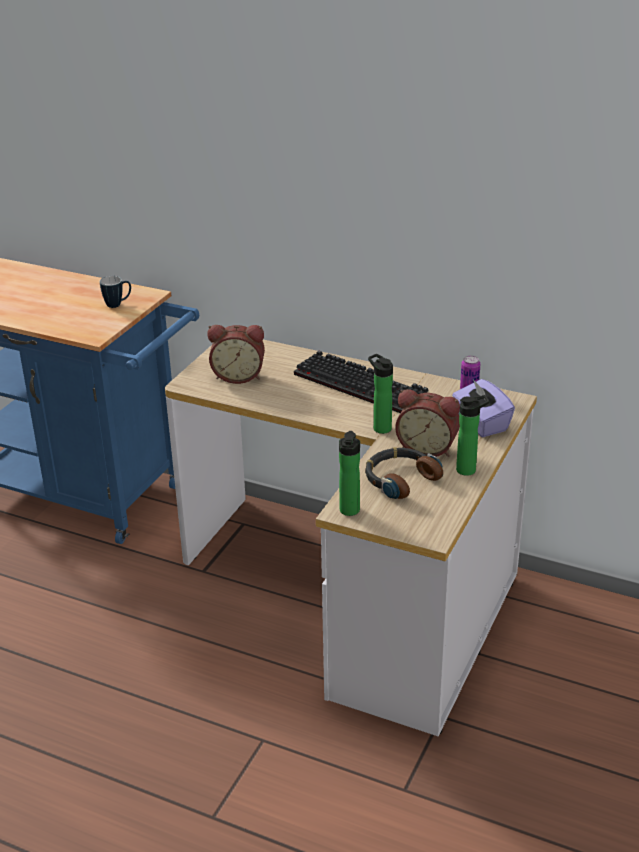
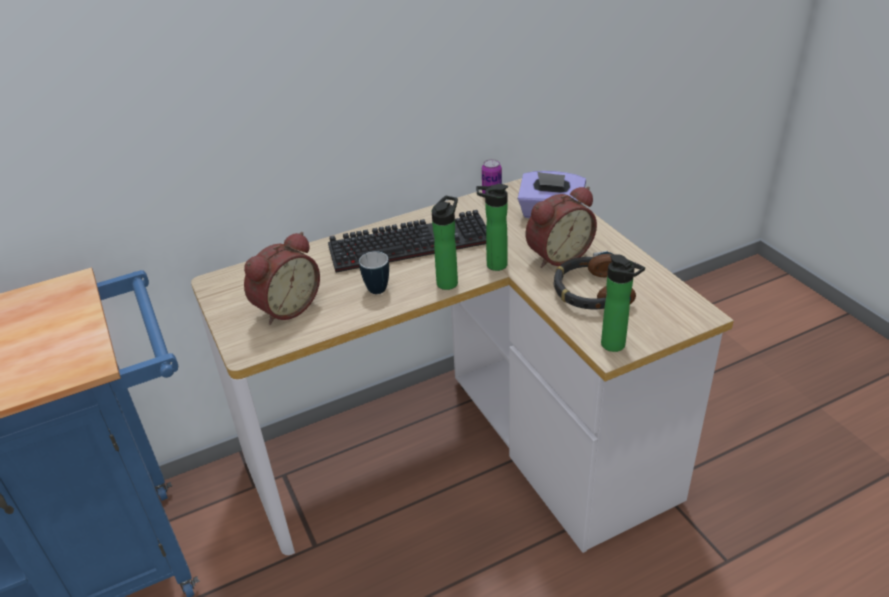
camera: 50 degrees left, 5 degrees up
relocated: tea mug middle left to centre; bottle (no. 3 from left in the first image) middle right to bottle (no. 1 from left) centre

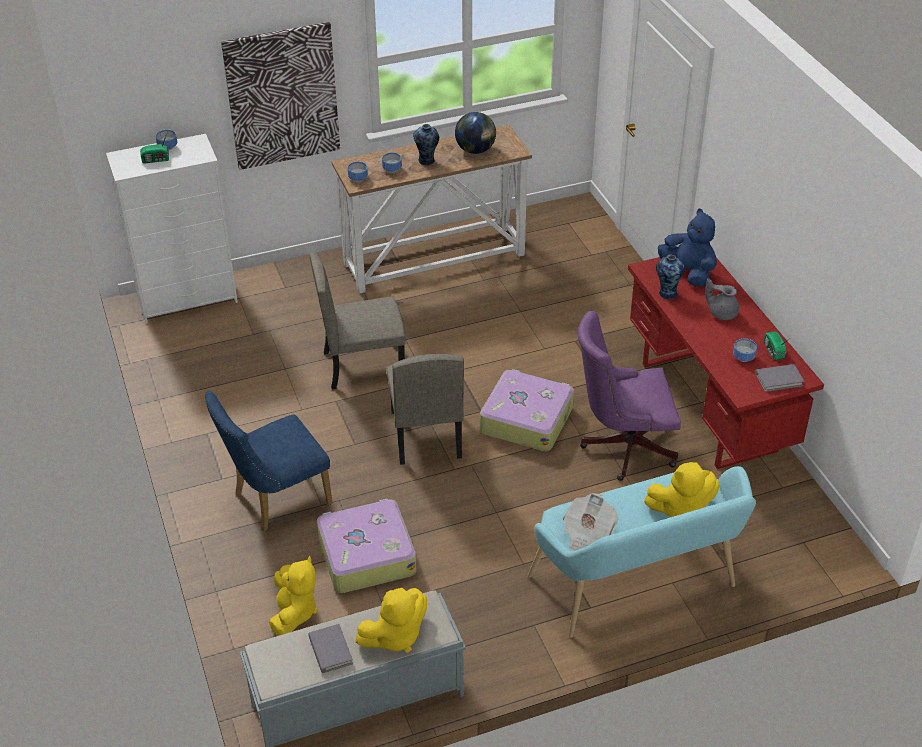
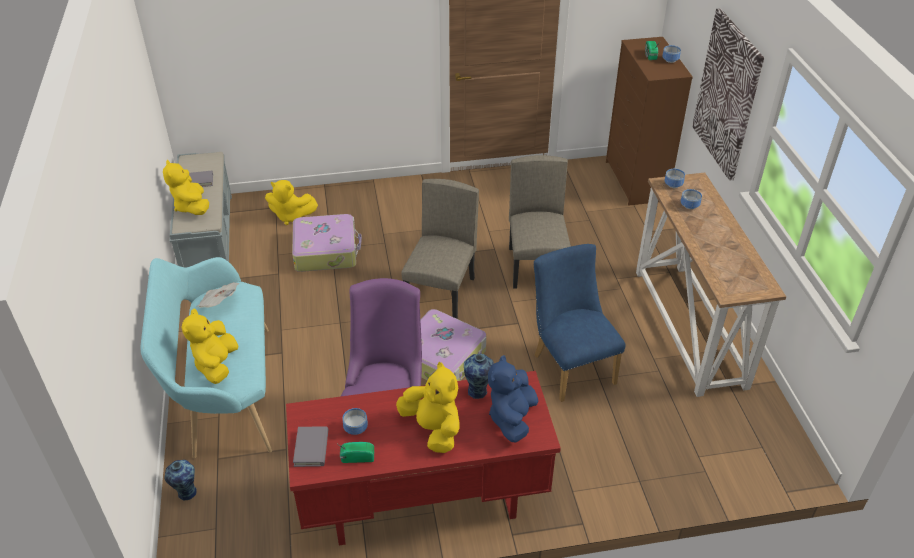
camera: 100 degrees right, 0 degrees up
missing: desk globe top centre
relocated: chair (blue-coloured) middle left to centre; vase (no. 1 from left) top centre to bottom left
exchanged: tea pot (greyish) middle right to soft toy (yellowish) (no. 4 from left) bottom centre
colour: chest of drawers (white) top left to chest of drawers (brown-coloured) top right
spun: chair (beige-coloured) (no. 2 from left in the first image) centre = centre 105 degrees clockwise; soft toy (blue-coloured) top right = bottom centre 135 degrees clockwise

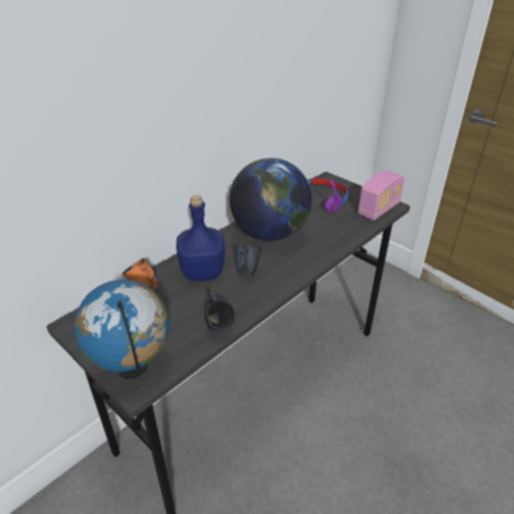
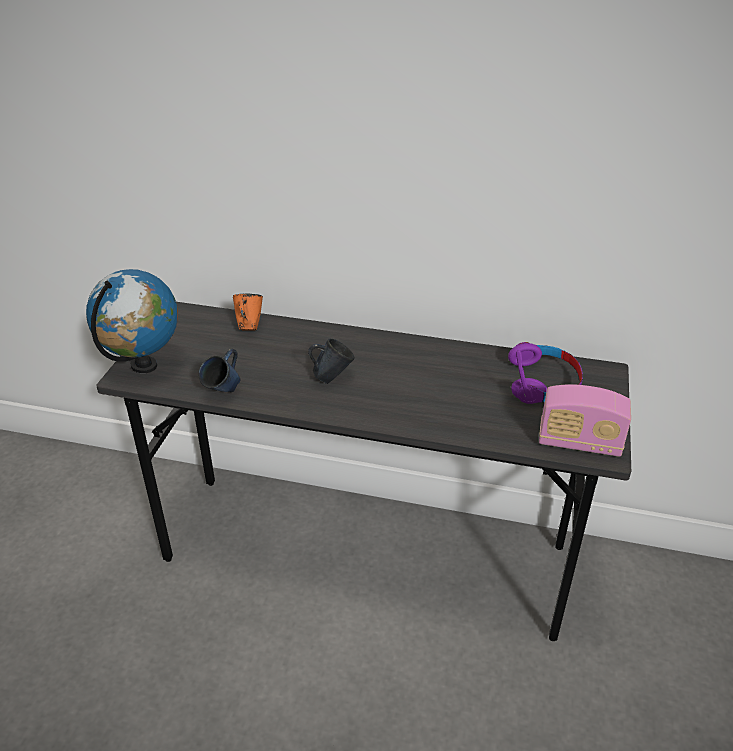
camera: 60 degrees right, 0 degrees up
missing: bottle (blue-coloured) centre; desk globe (no. 2 from left) centre

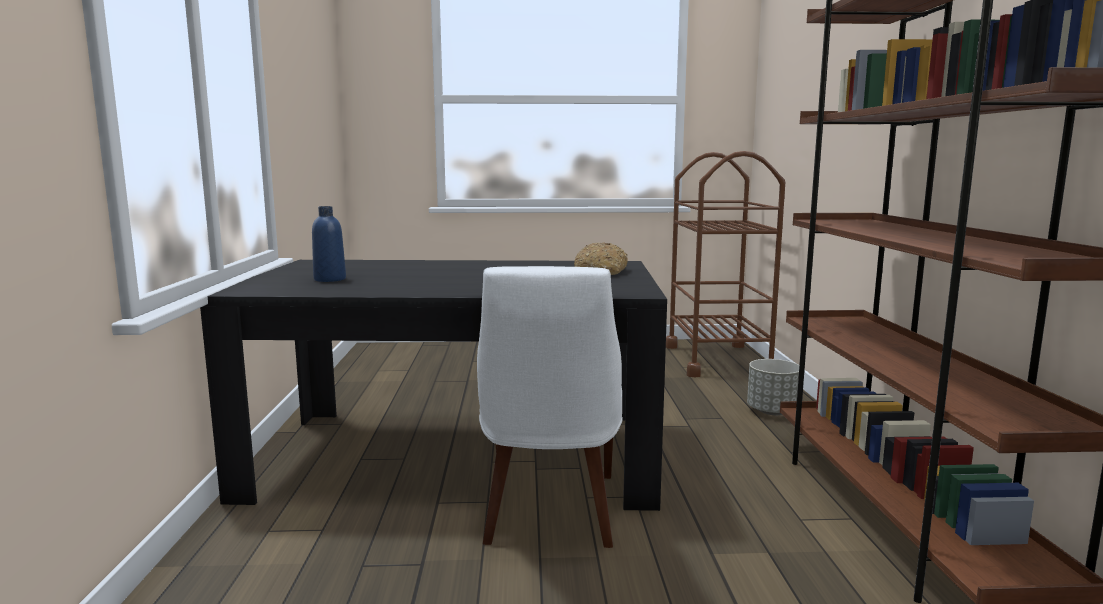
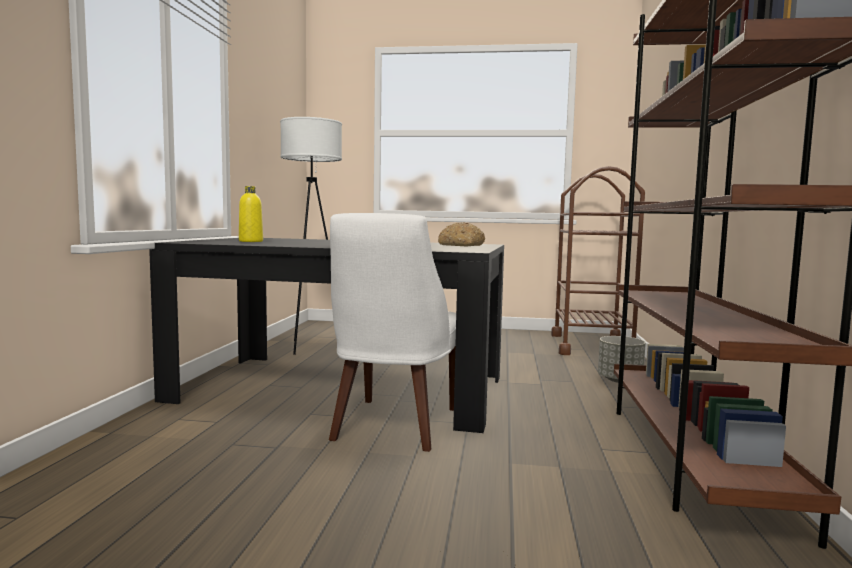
camera: 10 degrees right, 5 degrees down
appeared: standing lamp (white) centre
colour: bottle (blue-coloured) middle left to bottle (yellowish) middle left

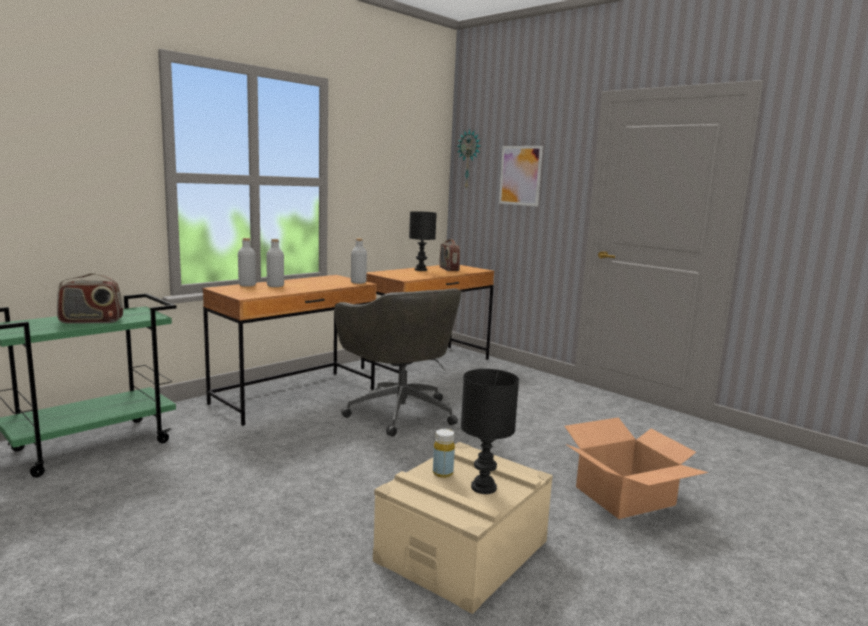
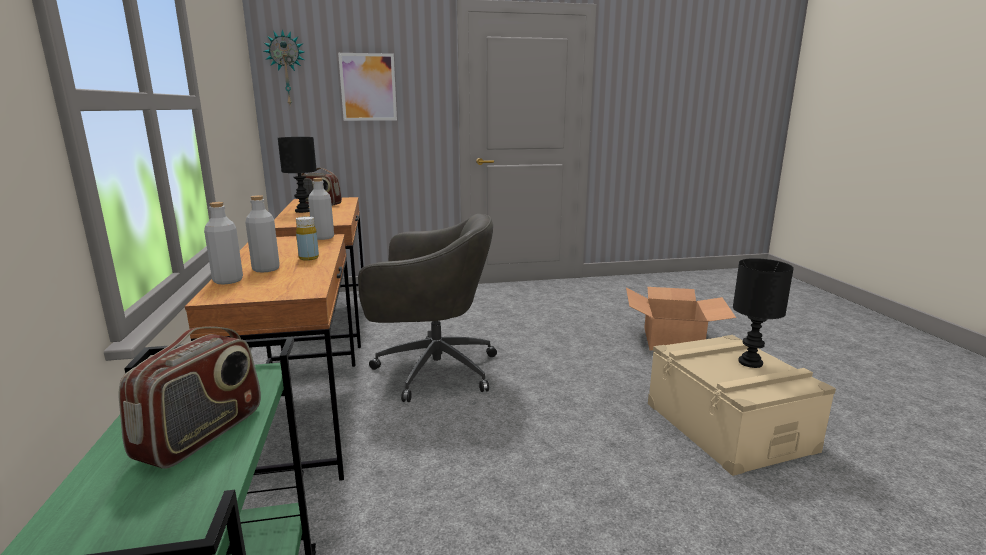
camera: 55 degrees left, 5 degrees up
relocated: bottle (yellowish) bottom centre to middle left

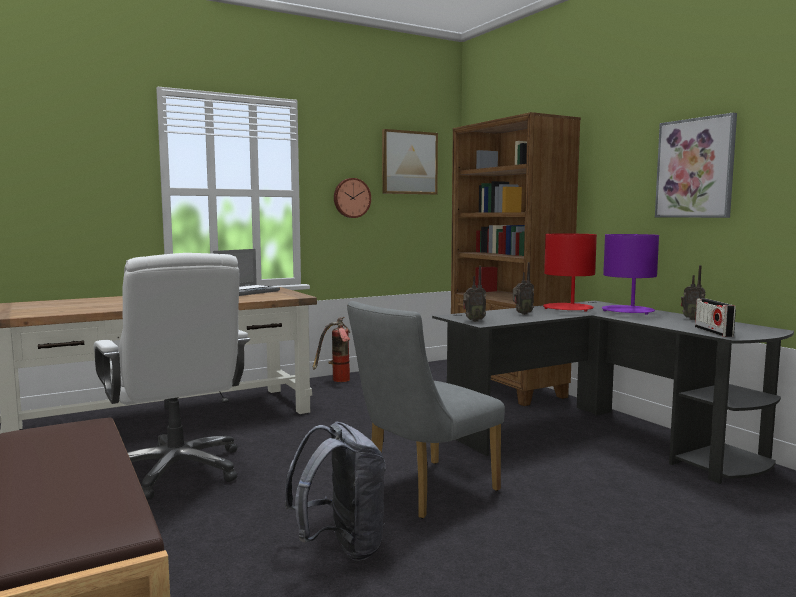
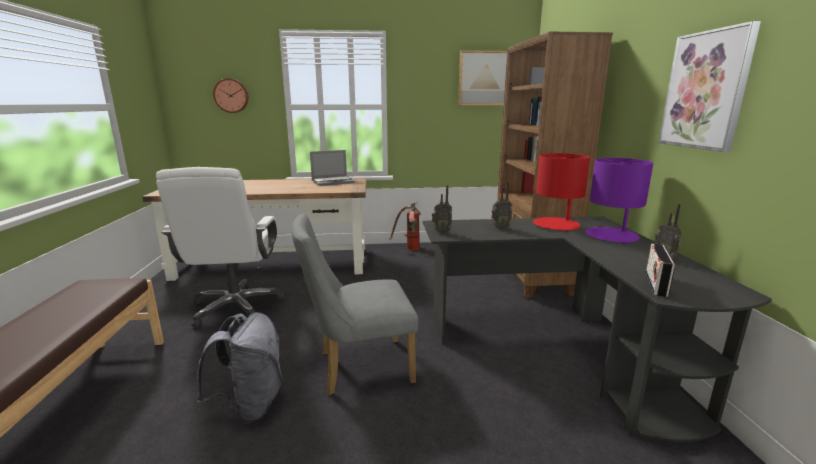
camera: 25 degrees right, 10 degrees up
relocated: clock on the wall top centre to top left

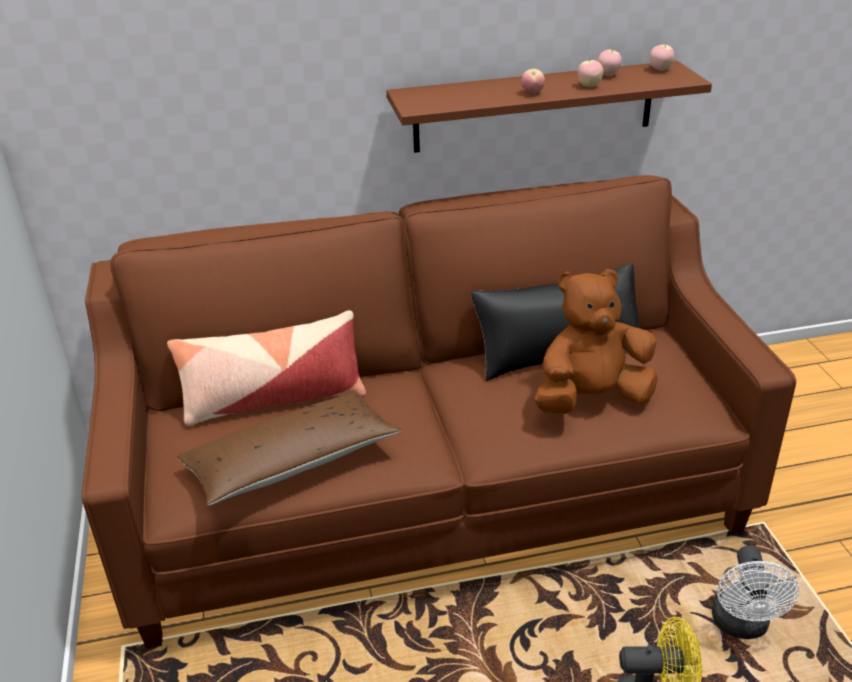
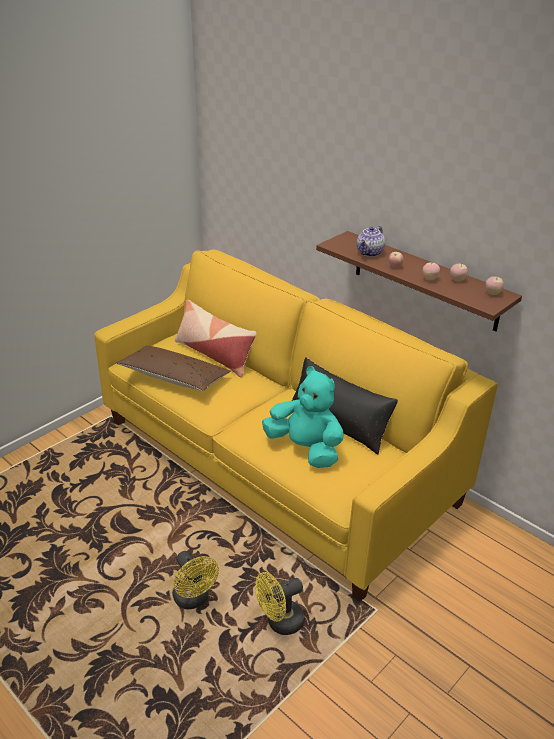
camera: 55 degrees right, 0 degrees up
appeared: tea pot top right
colour: couch (brown-coloured) centre to couch (yellowish) centre; soft toy (brown-coloured) middle right to soft toy (blue-green) centre; electric fan (white) bottom right to electric fan (yellowish) (no. 2 from left) bottom centre

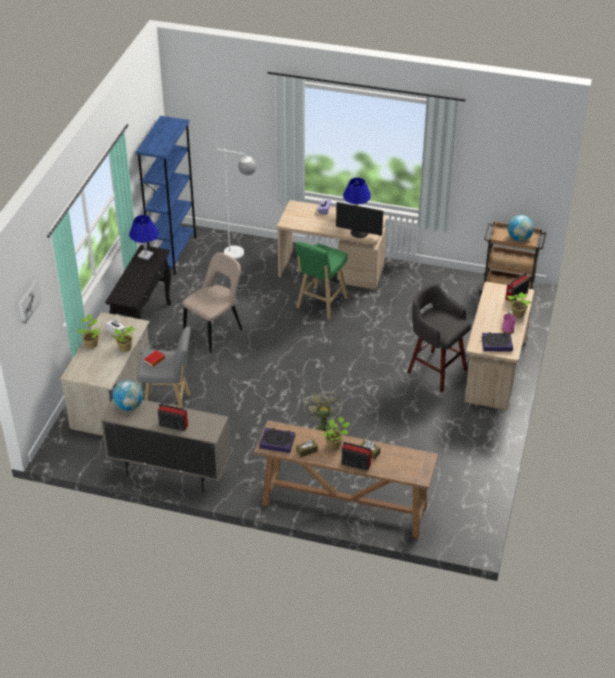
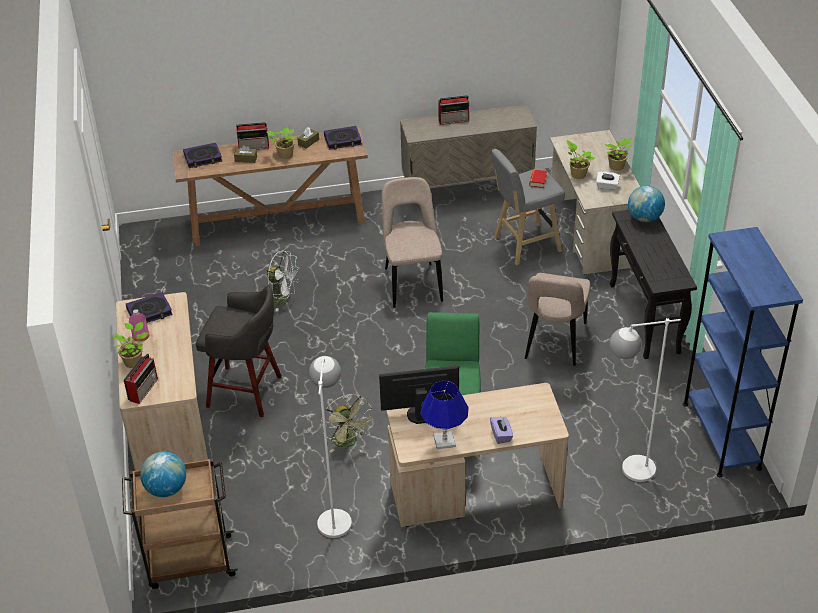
camera: 155 degrees right, 0 degrees up
missing: wall picture middle left; lamp for a table (blue-coloured) (no. 1 from left) middle left
appeared: volume (no. 2 from left) top left; electric fan (white) centre; standing lamp (white) (no. 1 from left) bottom centre; chair (beige-coloured) (no. 1 from left) centre
relocated: desk globe (no. 1 from left in the first image) middle left to desk globe (no. 2 from left) top right; electric fan (green-coloured) centre to bottom centre

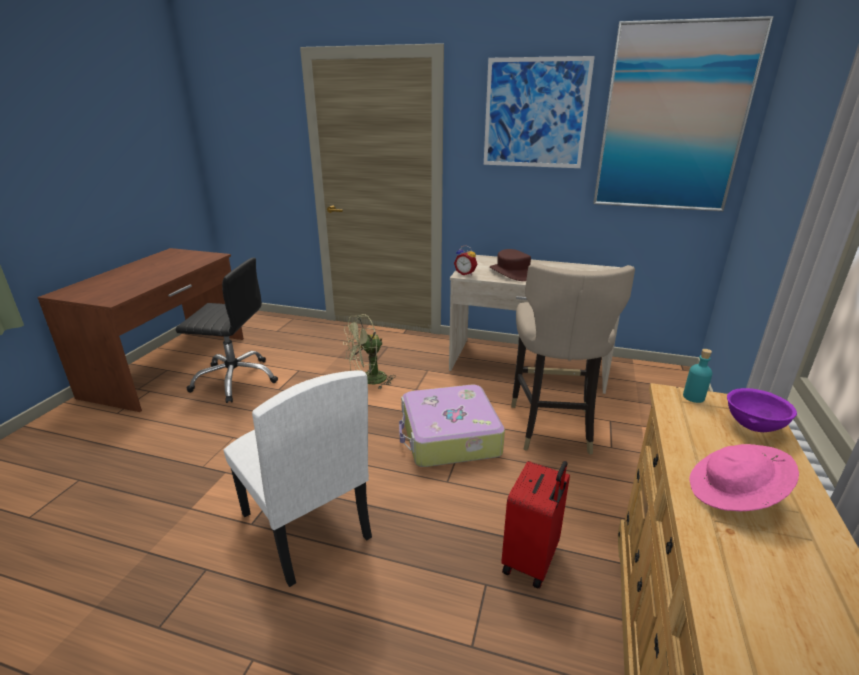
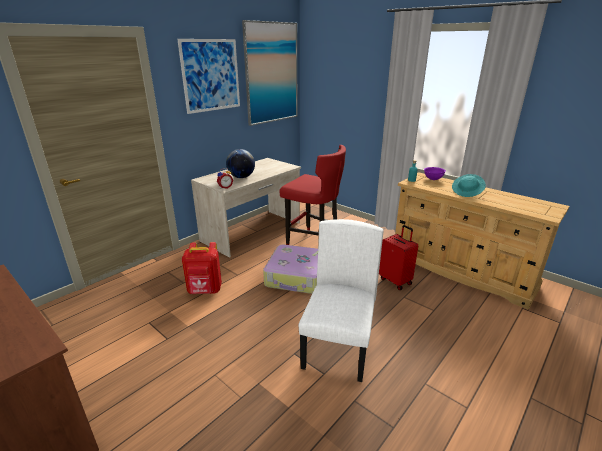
camera: 65 degrees left, 0 degrees up
missing: computer chair (black) middle left
exchanged: electric fan (green-coloured) centre to backpack (reddish) centre; wearable hat (brown-coloured) centre to desk globe centre
colour: stool seat (beige-coloured) middle right to stool seat (reddish) centre; wearable hat (pink) bottom right to wearable hat (blue-green) middle right
spun: chair (white) bottom centre = centre 60 degrees counterclockwise

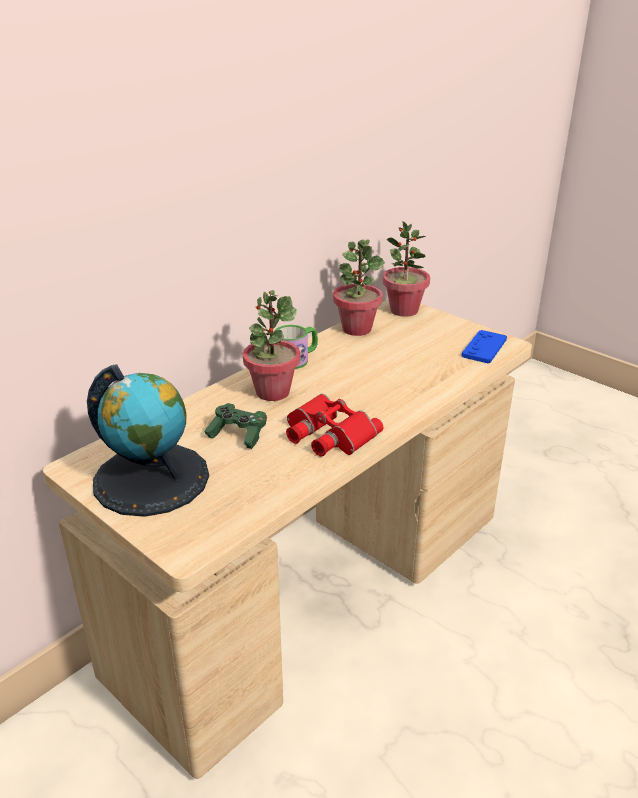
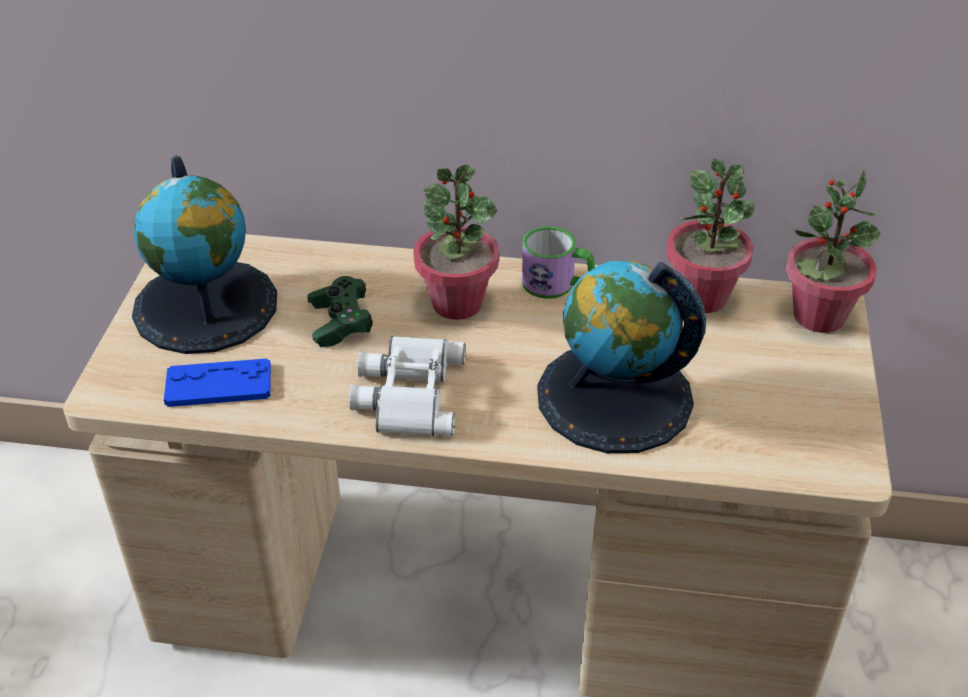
camera: 55 degrees right, 10 degrees up
appeared: desk globe (no. 2 from left) centre
relocated: gamepad (blue-coloured) middle right to middle left
colour: field glasses (reddish) centre to field glasses (white) centre

